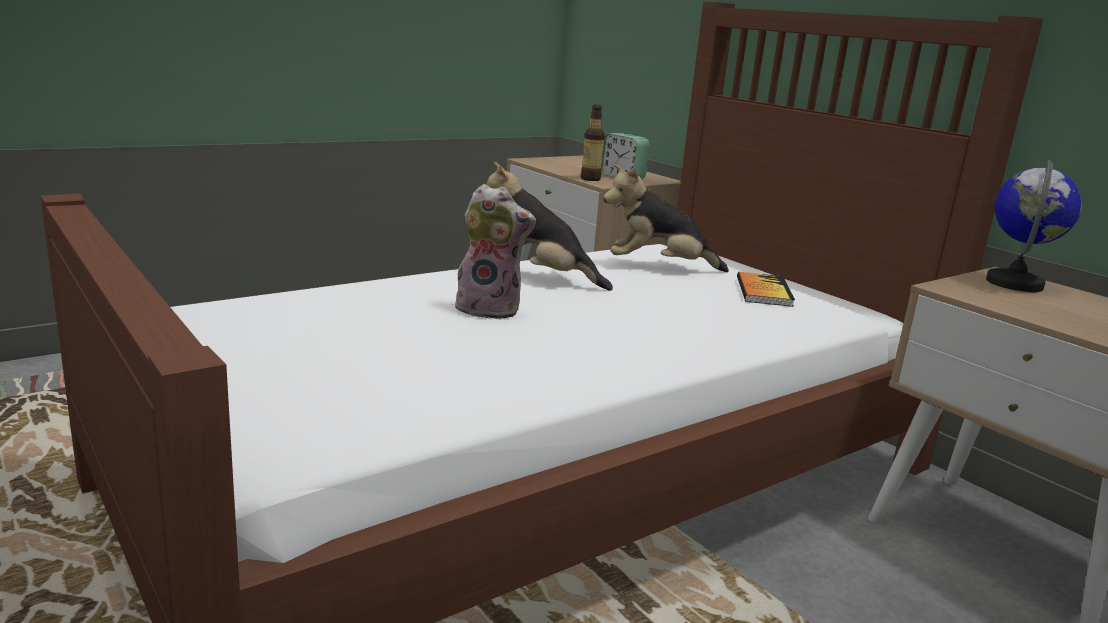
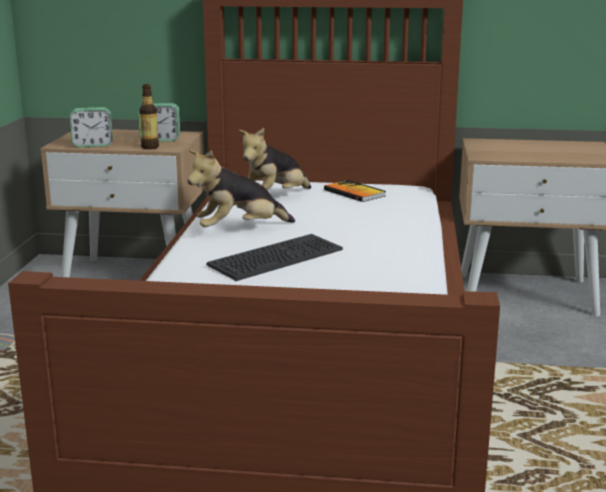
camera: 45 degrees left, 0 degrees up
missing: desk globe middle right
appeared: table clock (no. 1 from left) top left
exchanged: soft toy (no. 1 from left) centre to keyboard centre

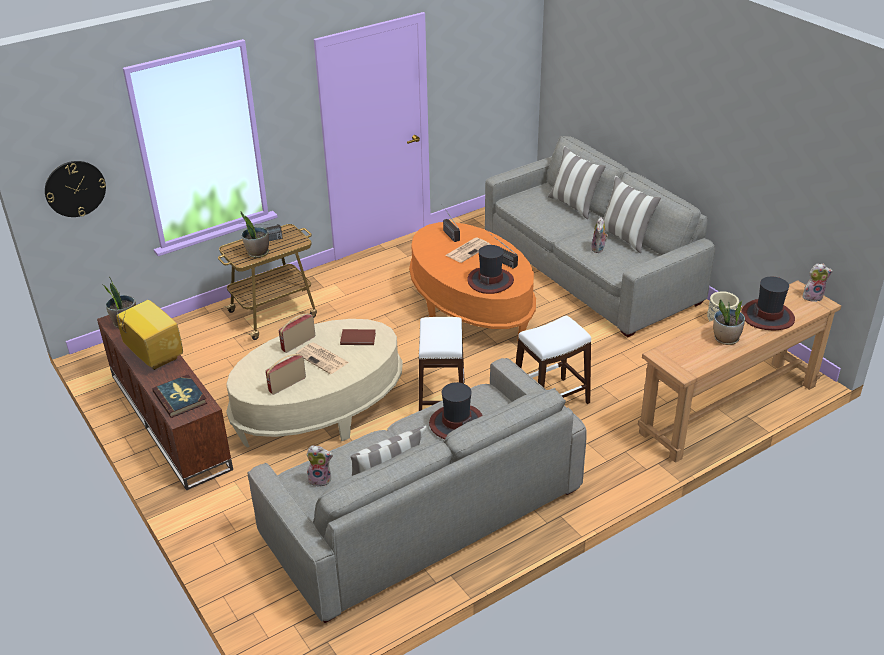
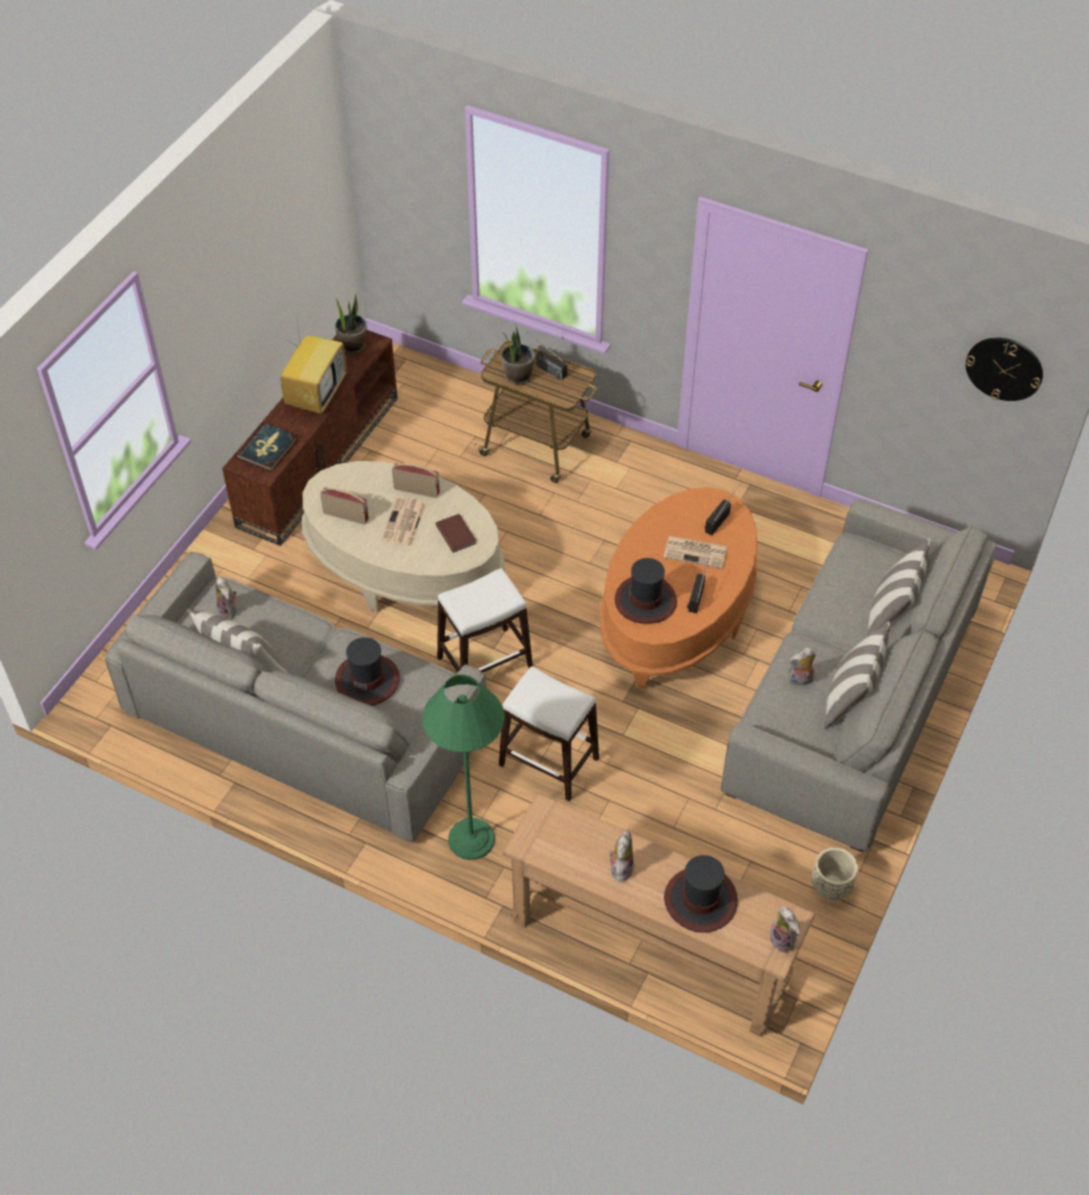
camera: 60 degrees right, 15 degrees up
appeared: standing lamp (green-coloured) centre
relocated: clock on the wall top left to top right
exchanged: potted plant (no. 3 from left) middle right to soft toy (no. 2 from left) bottom centre

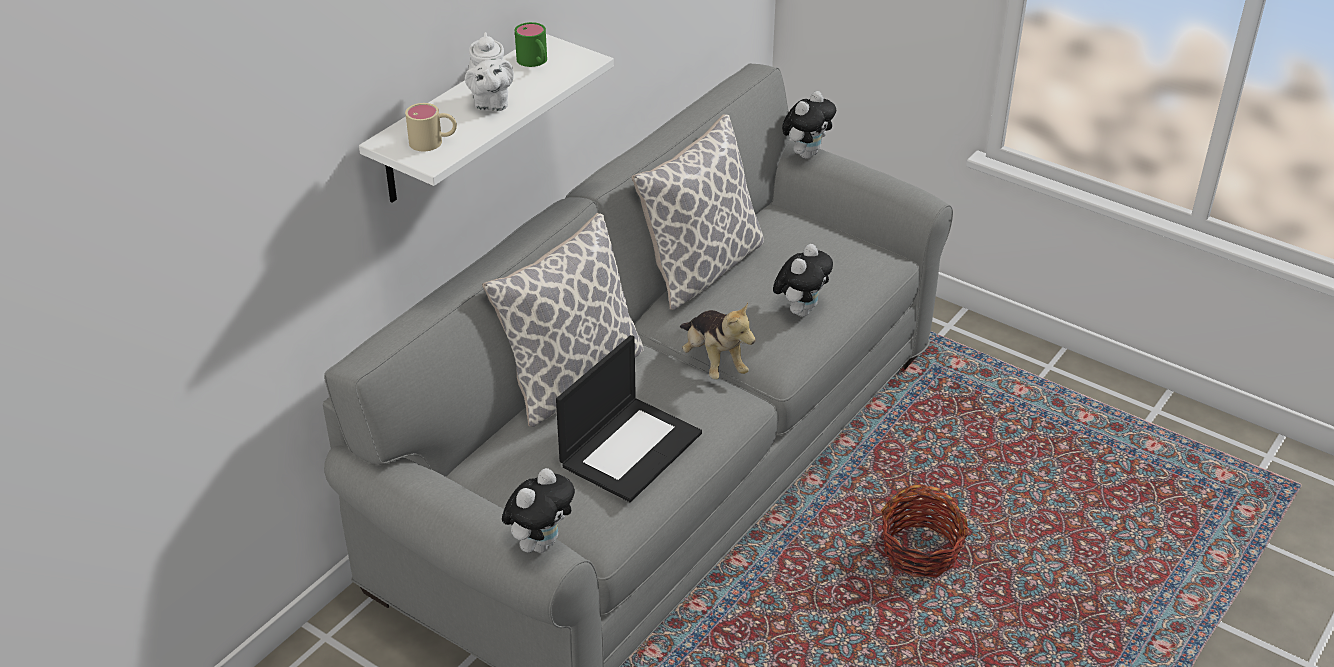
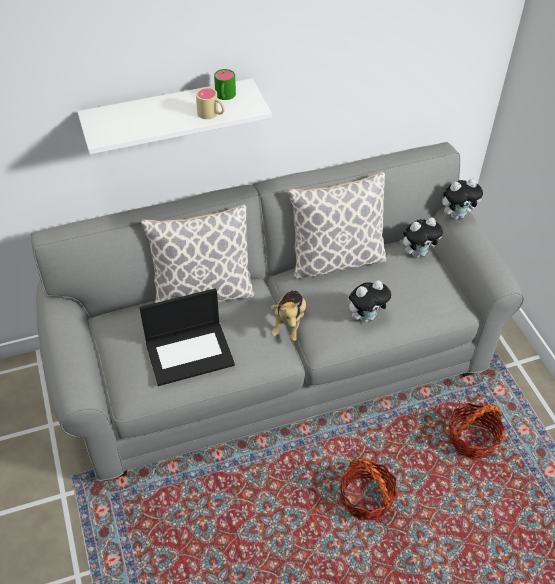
camera: 35 degrees right, 10 degrees up
missing: tea pot (white) top centre
appeared: storage basket (no. 2 from left) bottom right
relocated: tea mug (beige-coloured) top left to top centre; soft toy (no. 1 from left in the first image) bottom centre to soft toy (no. 3 from left) middle right

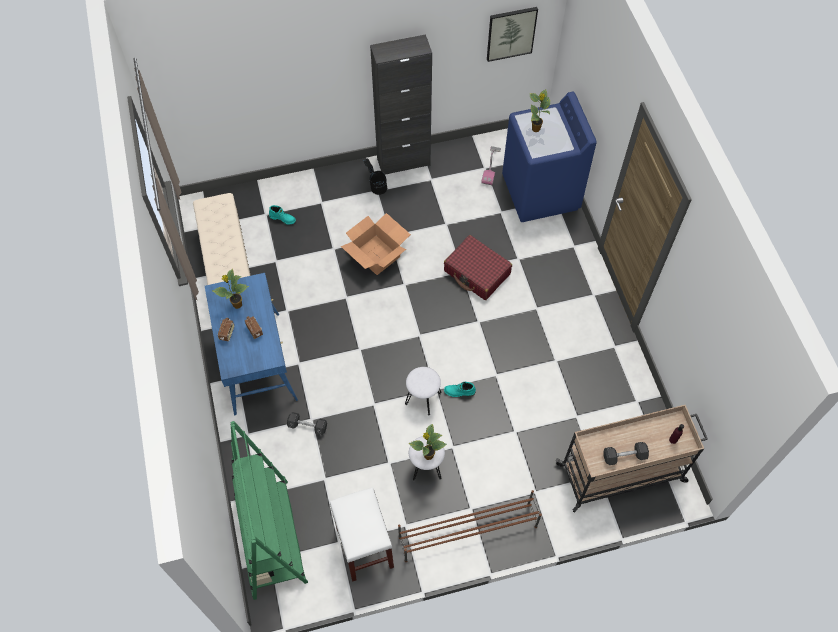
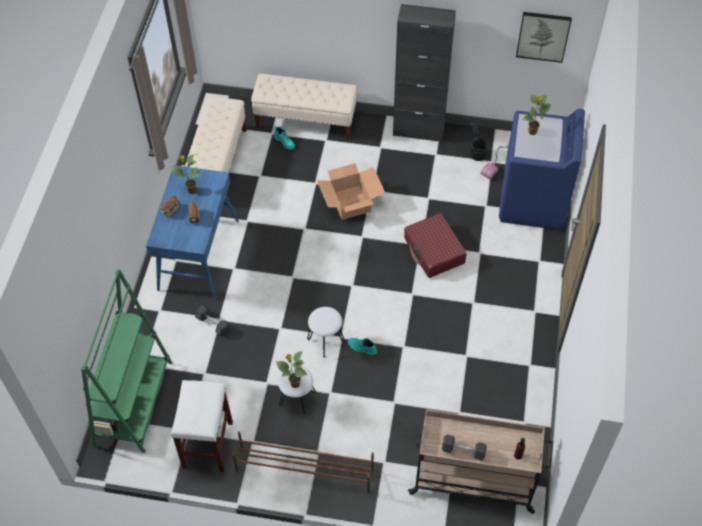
camera: 25 degrees right, 5 degrees down
appeared: bench (beige-coloured) (no. 2 from left) top centre
relocated: bucket (black) top centre to top right

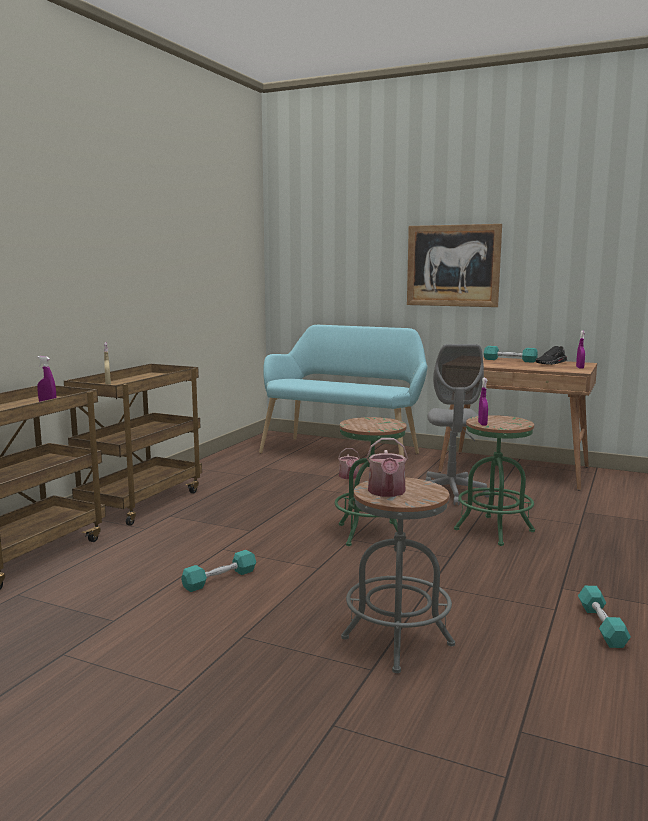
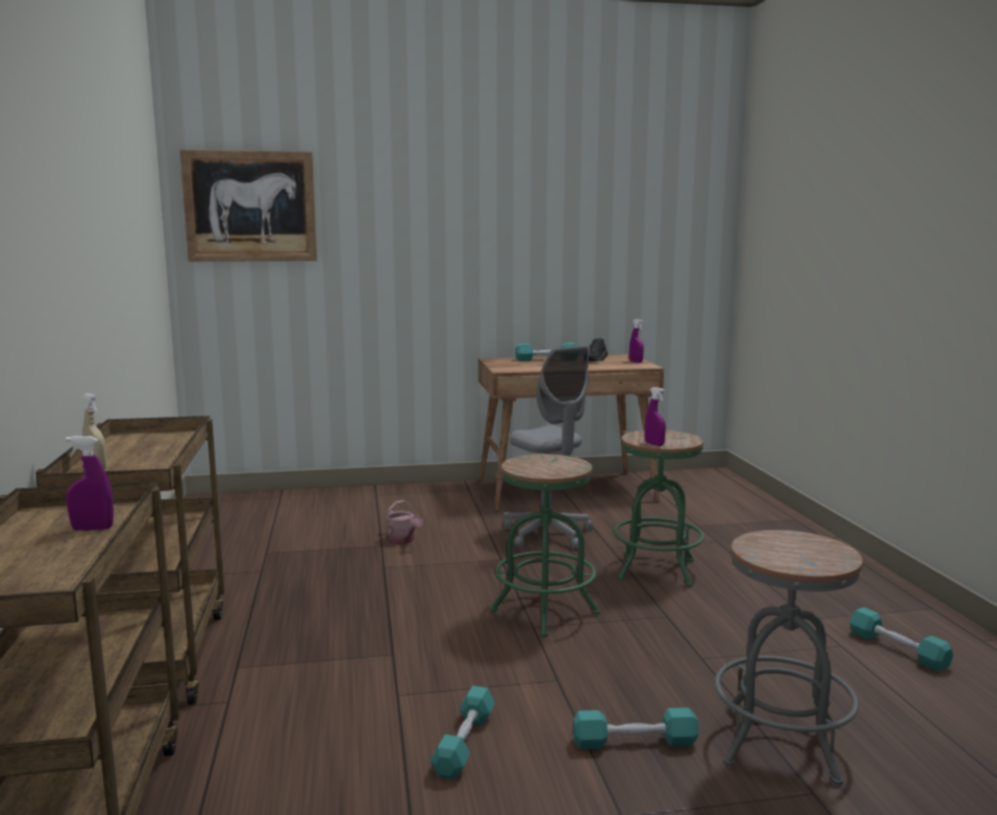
camera: 35 degrees left, 0 degrees up
missing: bench (blue-green) centre; watering pot (no. 2 from left) centre
appeared: free weight (blue-green) (no. 3 from left) bottom centre
relocated: wall picture top right to top left

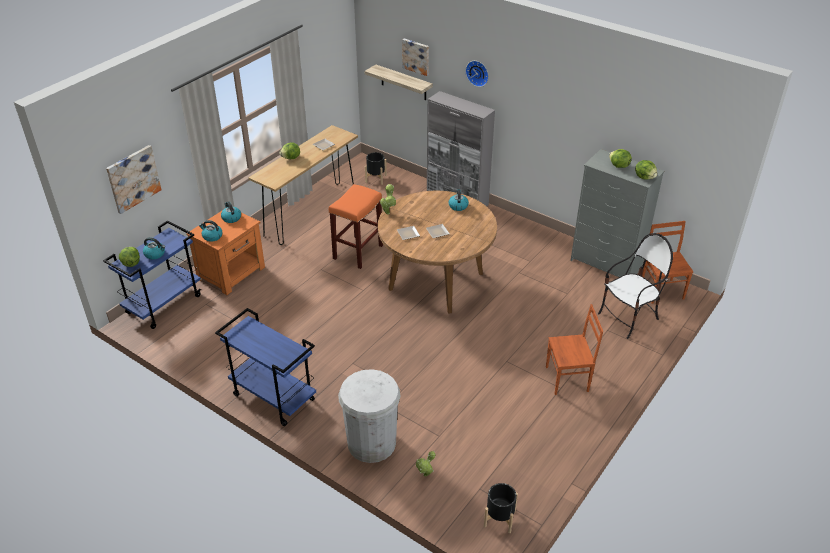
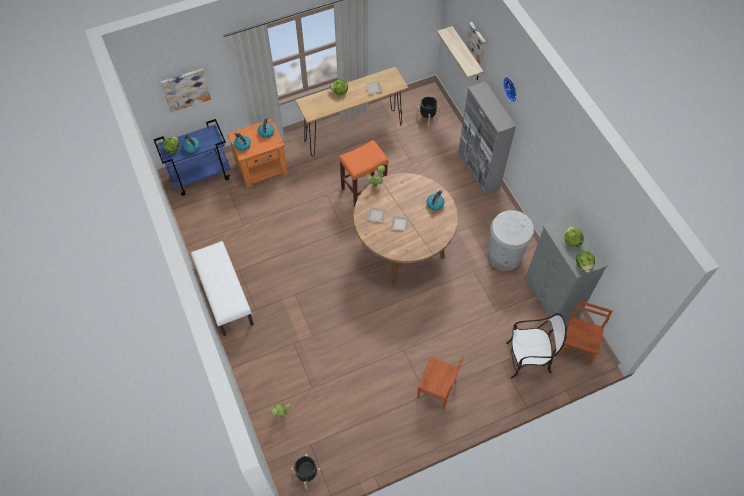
camera: 30 degrees right, 20 degrees up
relocated: waste bin (white) bottom centre to middle right
exchanged: cart (blue-coloured) (no. 2 from left) middle left to bench (white) middle left

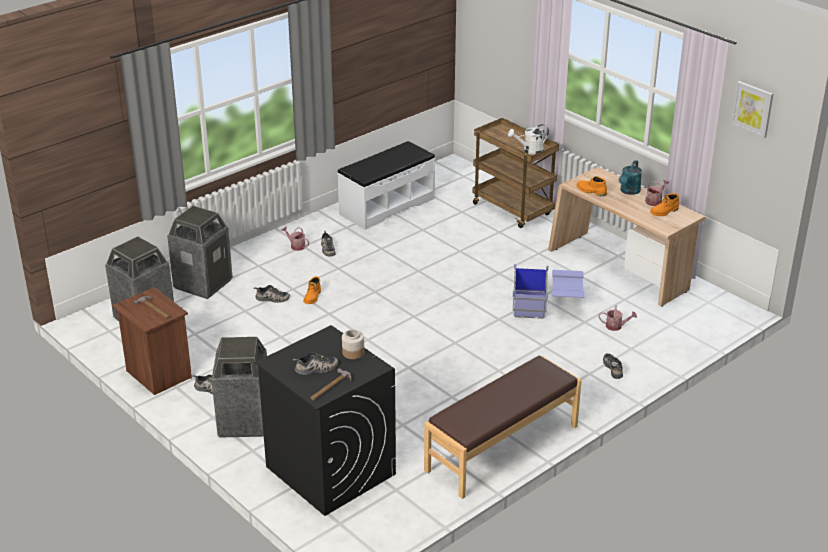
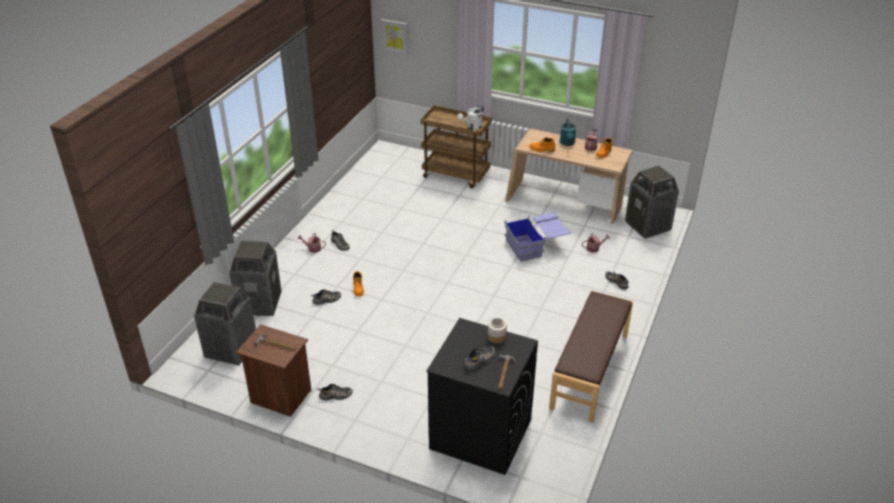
camera: 25 degrees left, 5 degrees up
missing: bench (white) centre
relocated: waste bin (no. 3 from left) bottom left to middle right; wall picture top right to top centre

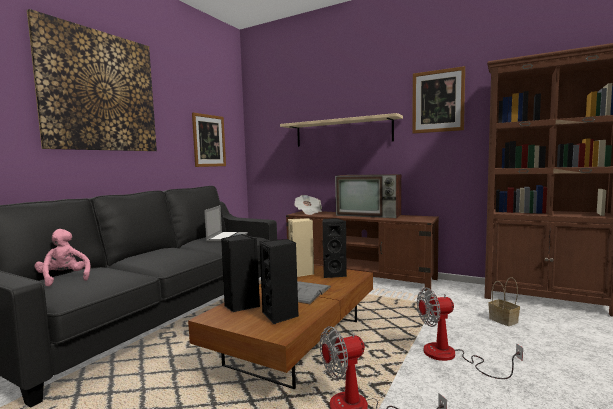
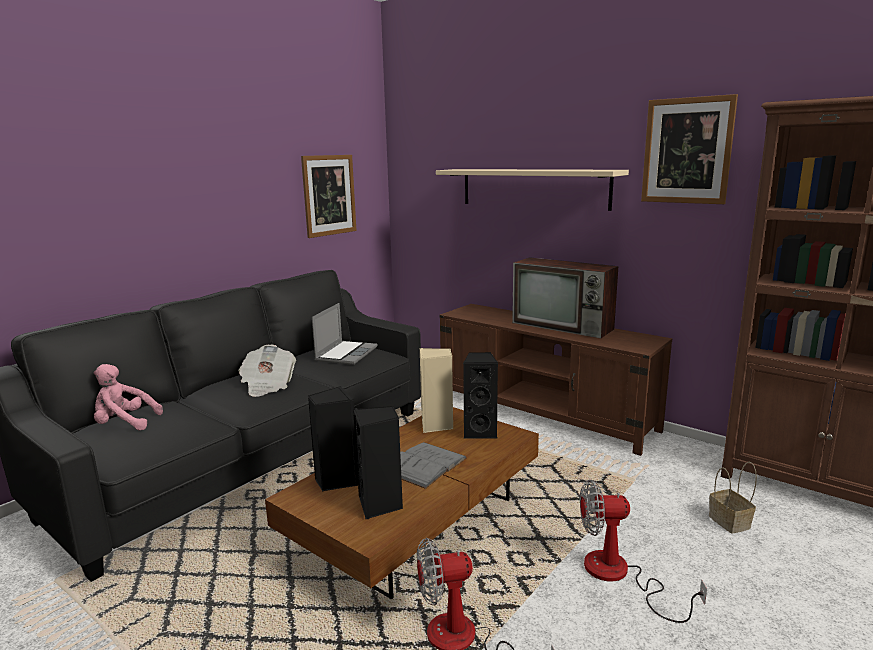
camera: 10 degrees right, 10 degrees up
missing: wall picture (no. 1 from left) top left
relocated: newspaper centre to middle left
spun: soft toy (pink) middle left = middle left 60 degrees counterclockwise

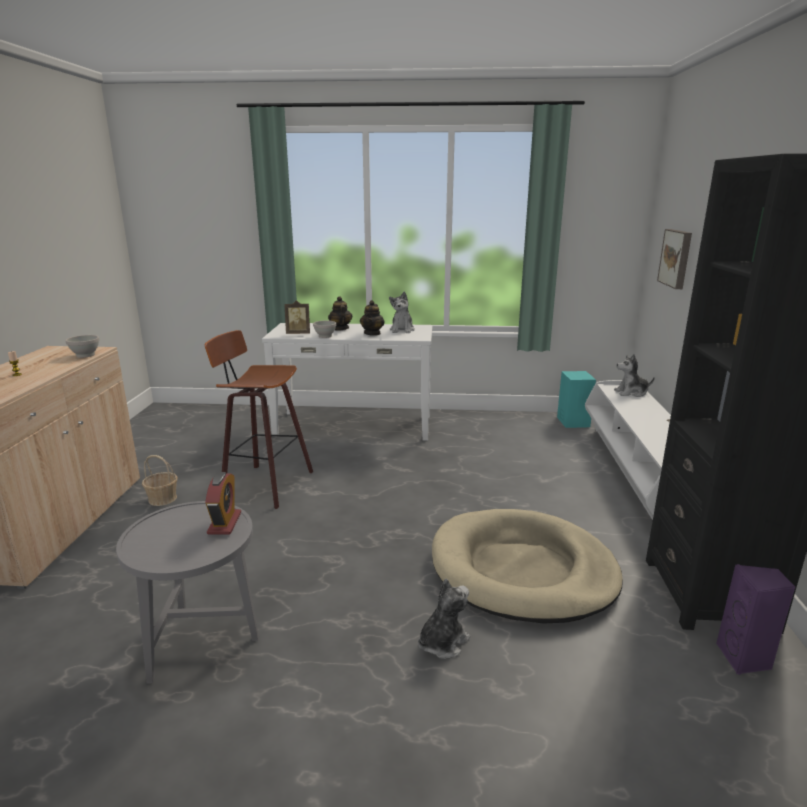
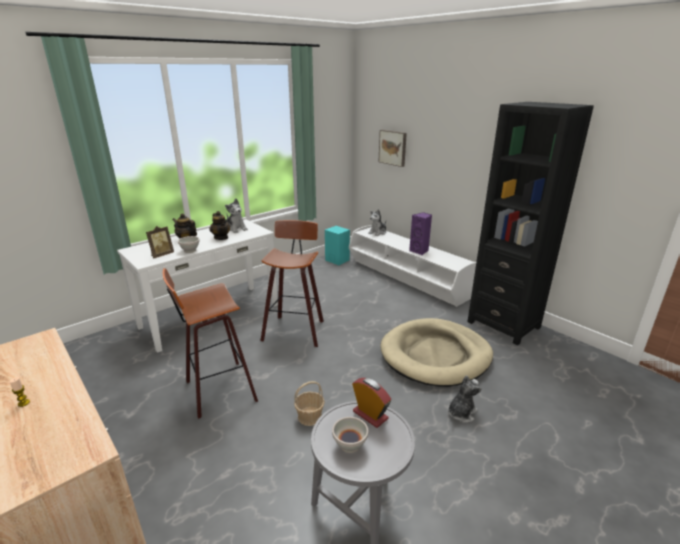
camera: 45 degrees left, 5 degrees up
appeared: stool seat (no. 2 from left) centre
relocated: deep dish (white) (no. 1 from left in the first image) middle left to deep dish (white) (no. 2 from left) bottom centre; storage basket middle left to bottom centre; speaker (purplish) bottom right to centre
spun: soft toy (no. 2 from left in the first image) bottom centre = bottom right 45 degrees clockwise

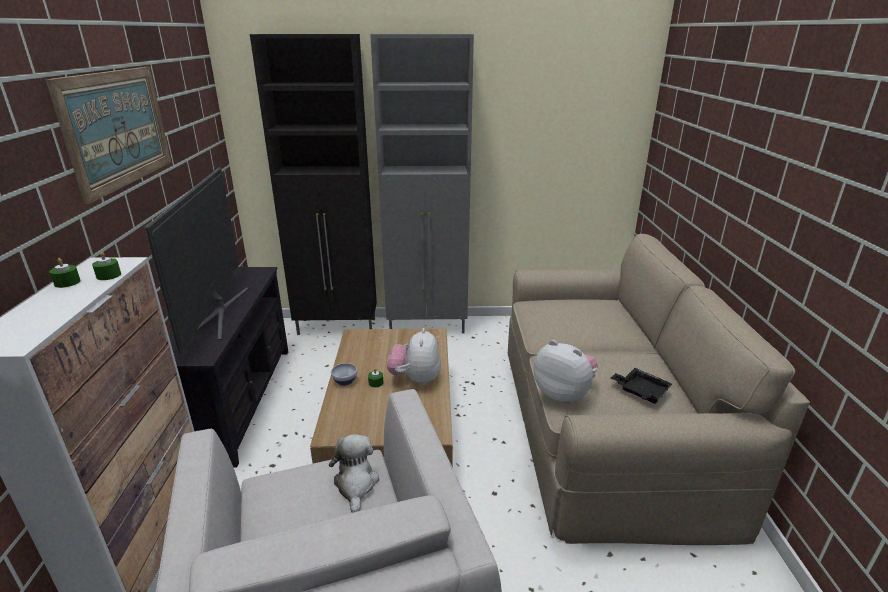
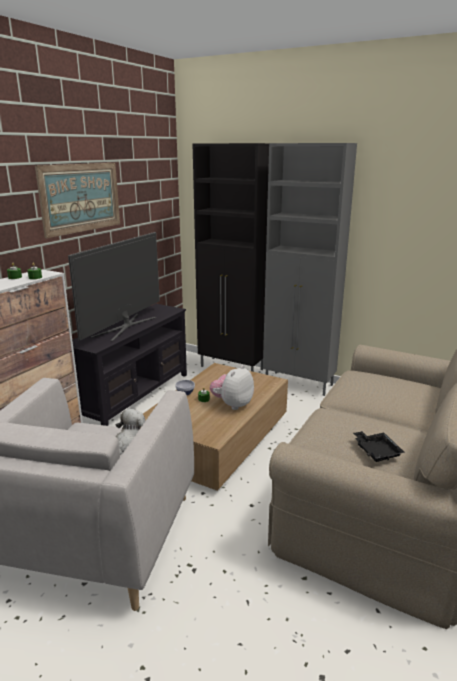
camera: 30 degrees right, 5 degrees down
missing: soft toy (no. 3 from left) centre

